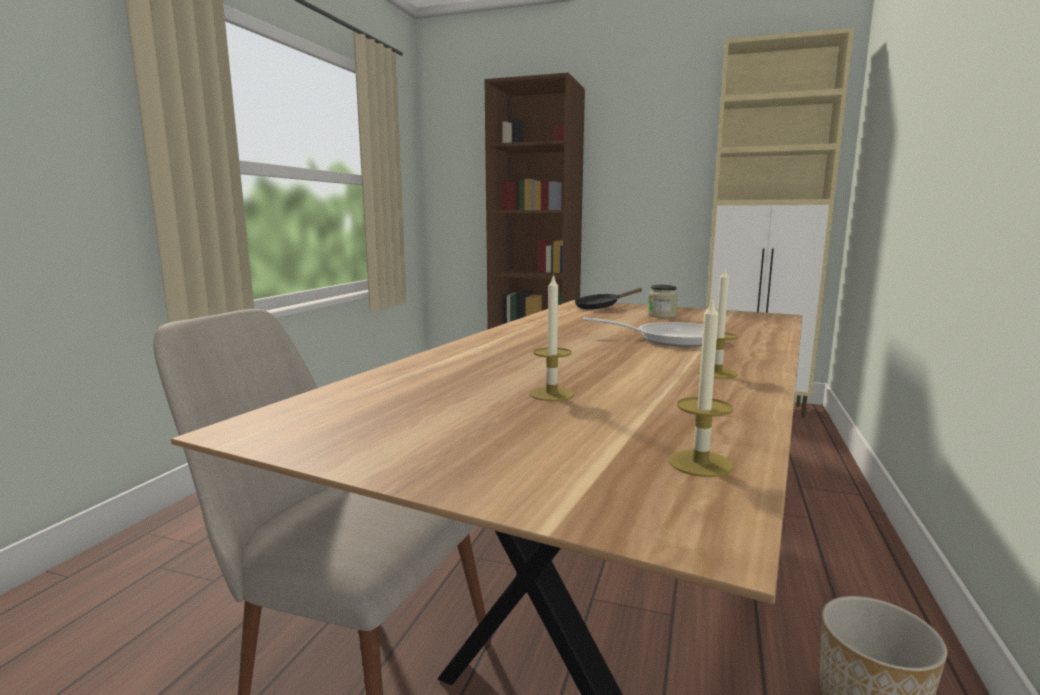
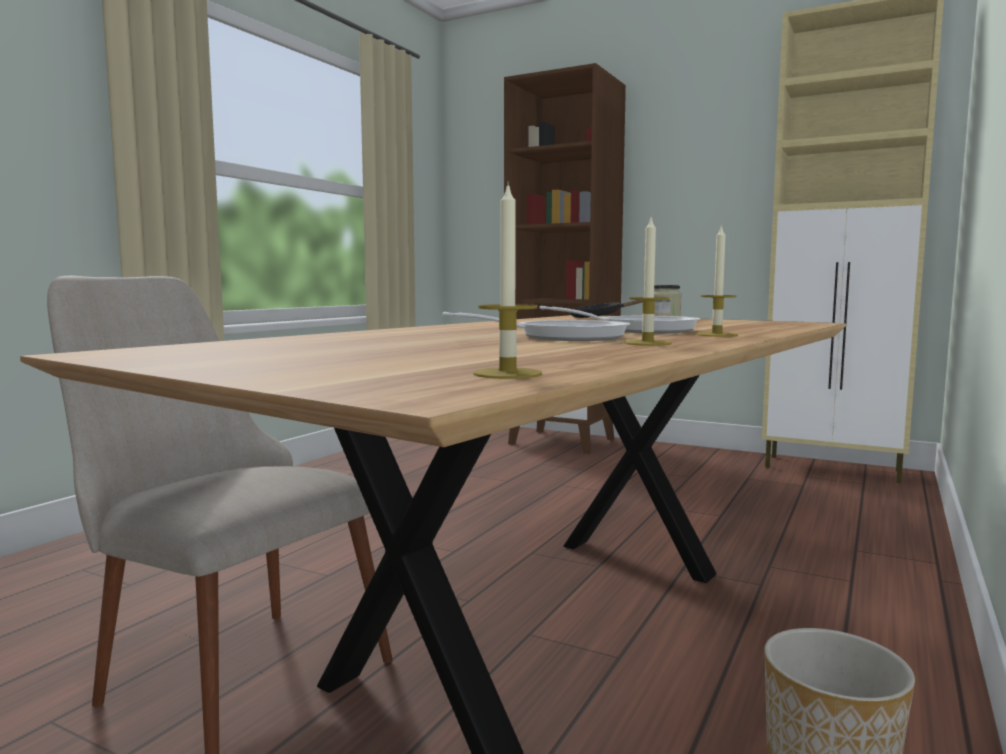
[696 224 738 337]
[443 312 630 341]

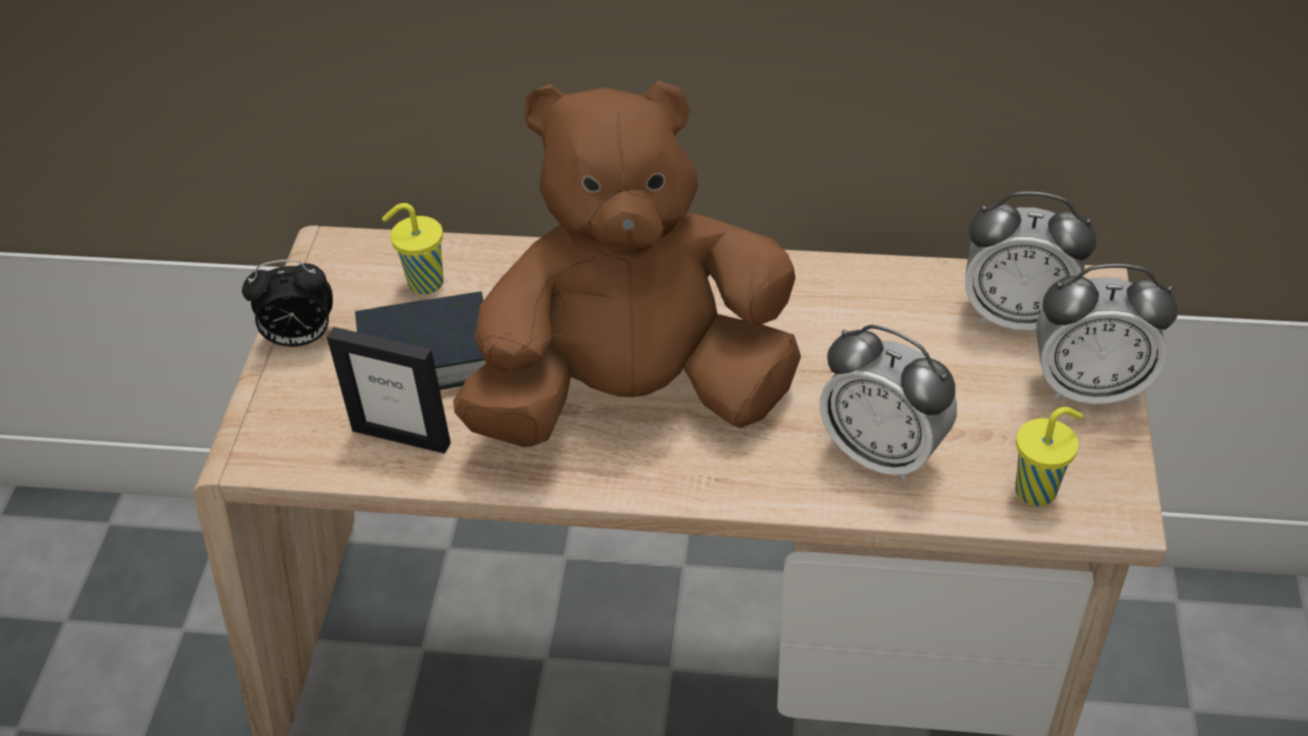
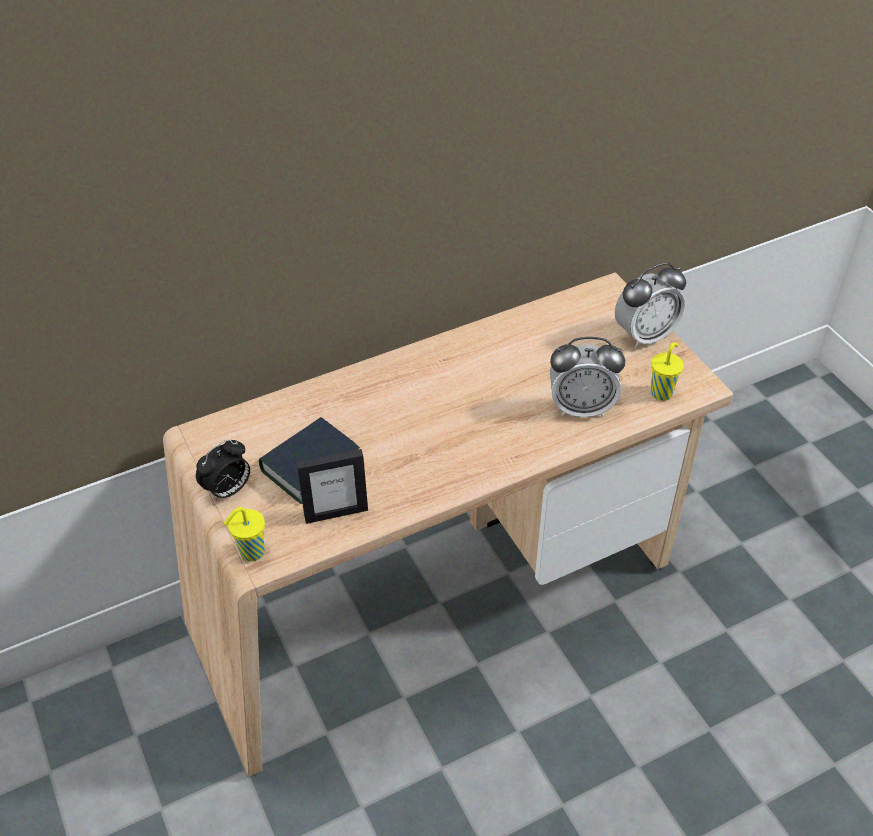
[224 507 265 561]
[453 81 801 447] (first image)
[965 192 1097 331] (first image)

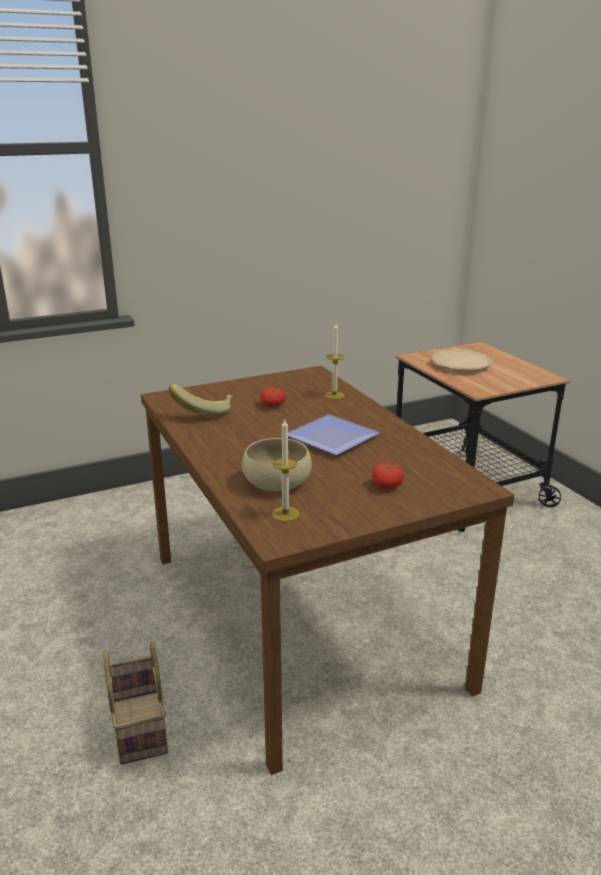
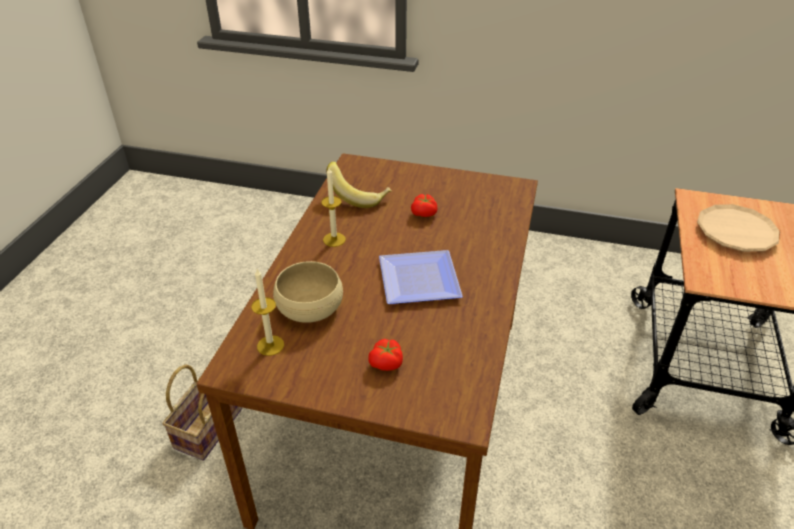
[321 168 346 247]

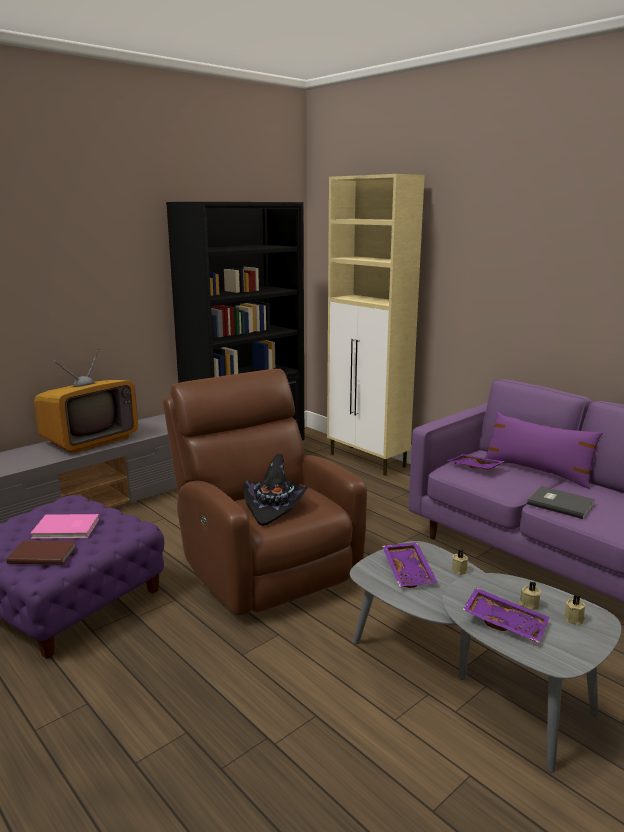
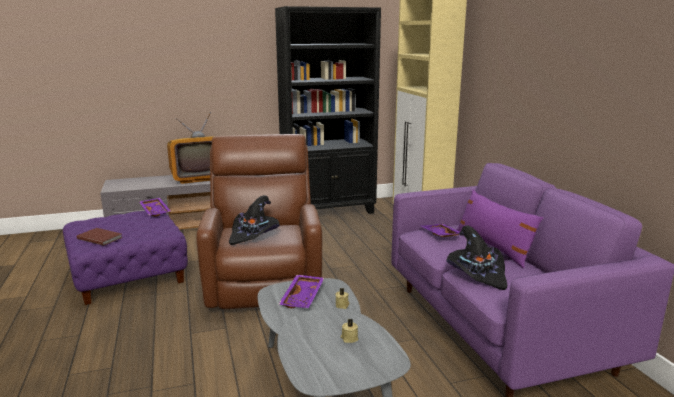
[30 514 99 539] (first image)
[139 198 171 217]
[446 225 507 290]
[565 595 586 626] (first image)

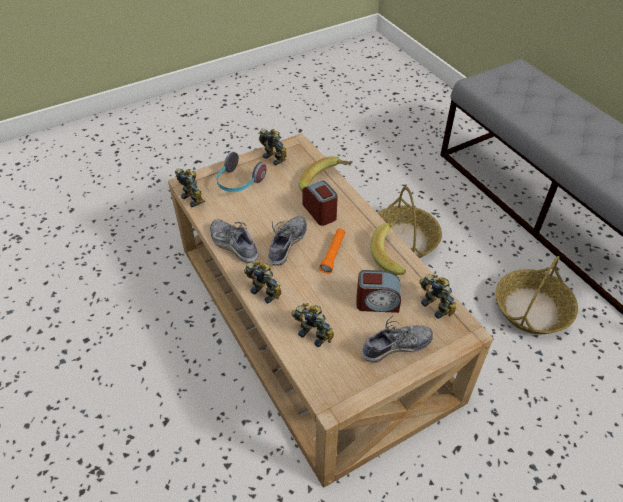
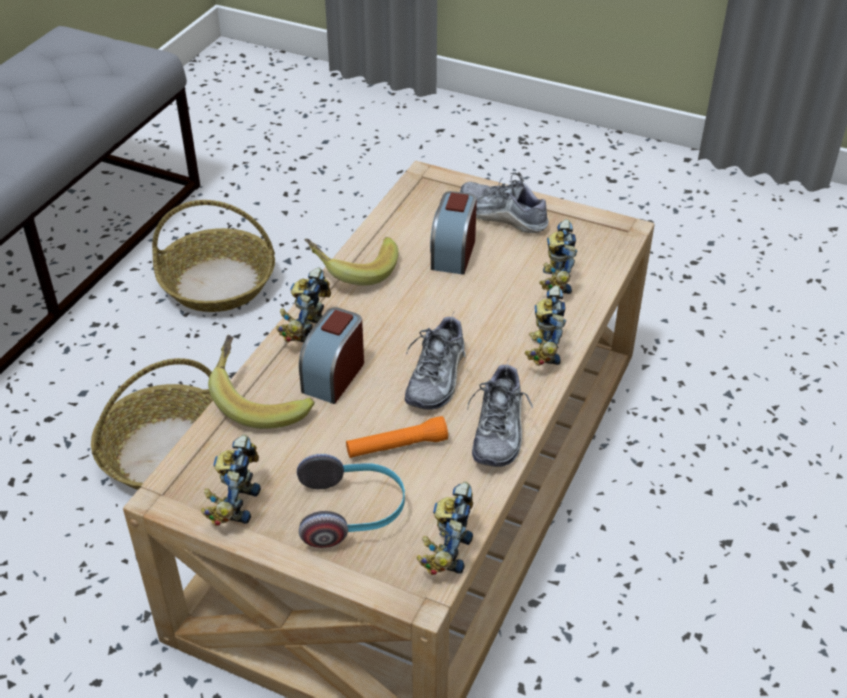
[405 315 466 410]
[346 416 448 458]
[430 191 477 275]
[276 268 331 342]

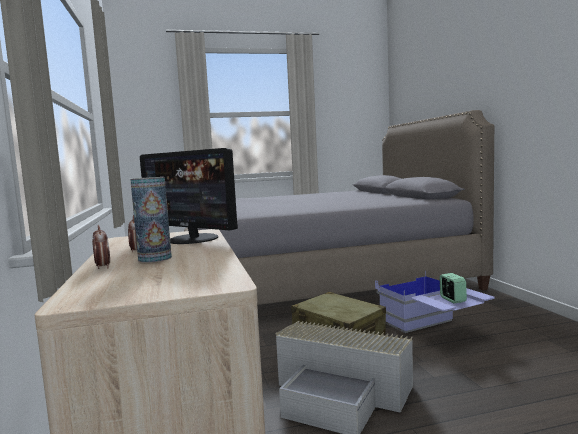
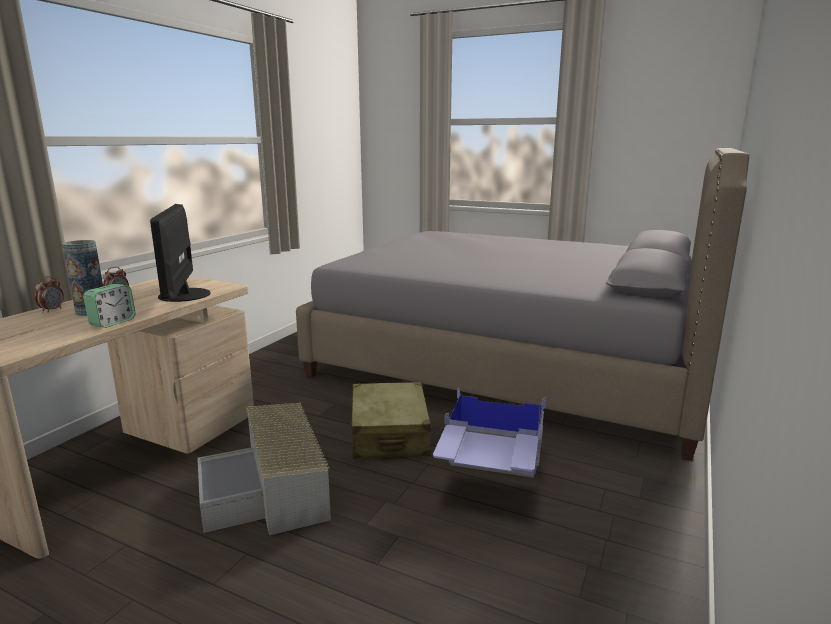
[83 284 136 328]

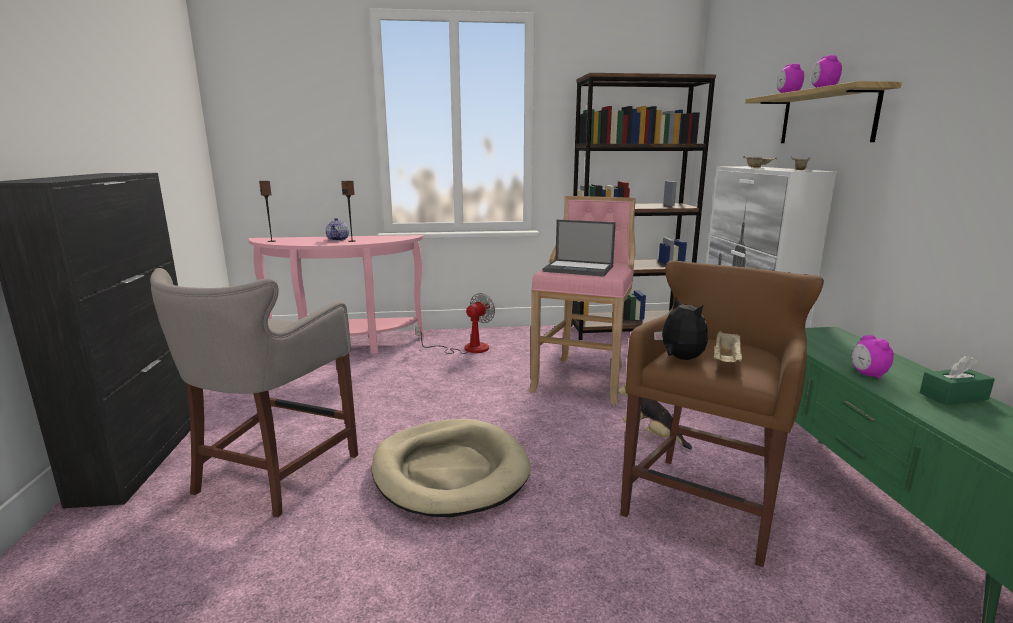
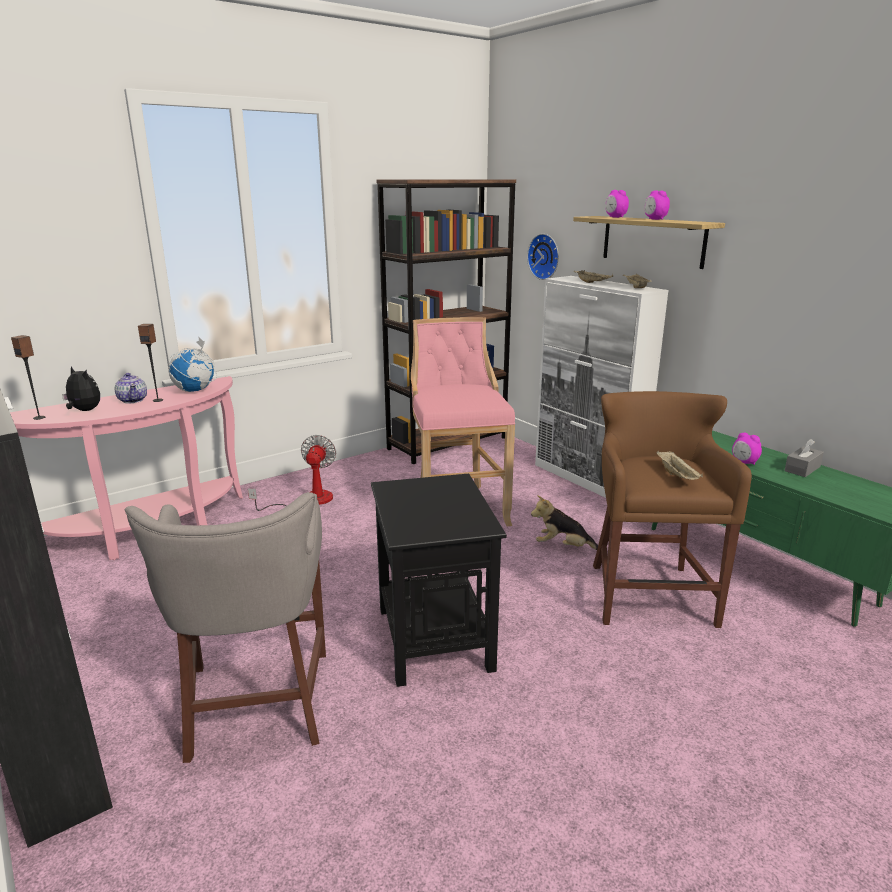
[371 474 507 687]
[543 220 616 277] (first image)
[62 366 100 411]
[784 439 824 477]
[168 336 217 392]
[527 234 559 280]

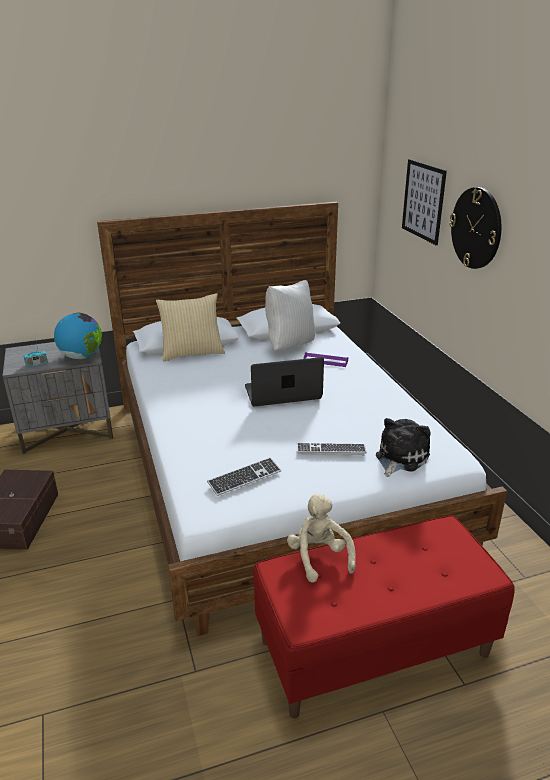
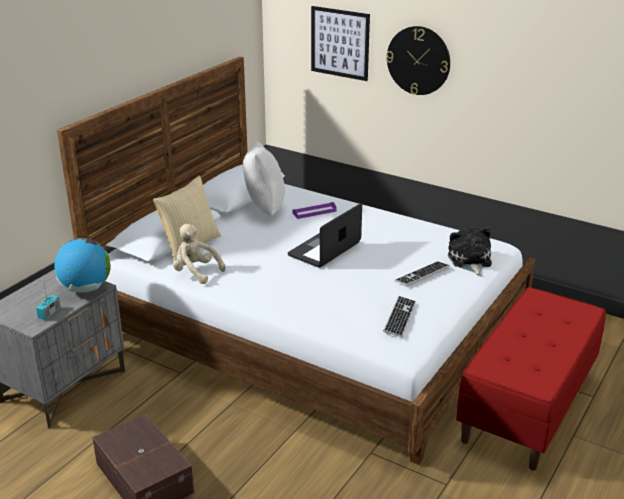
[173 224 226 284]

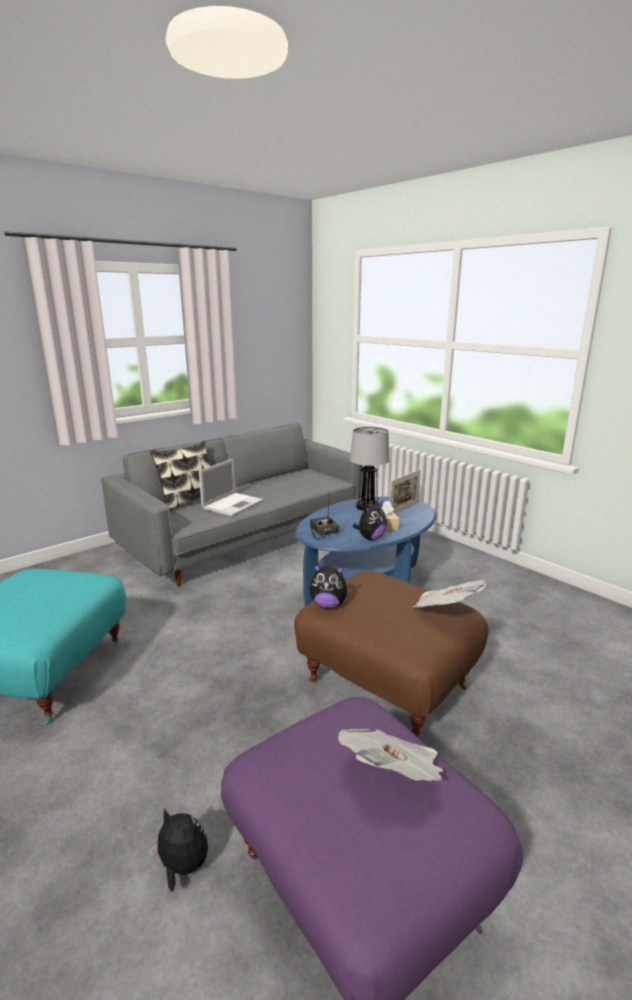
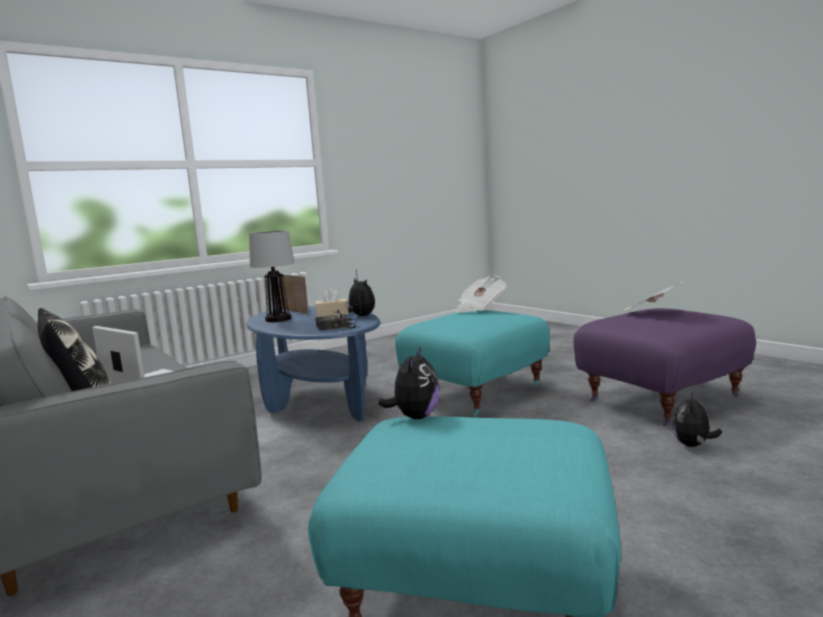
[395 310 550 417]
[379 346 440 419]

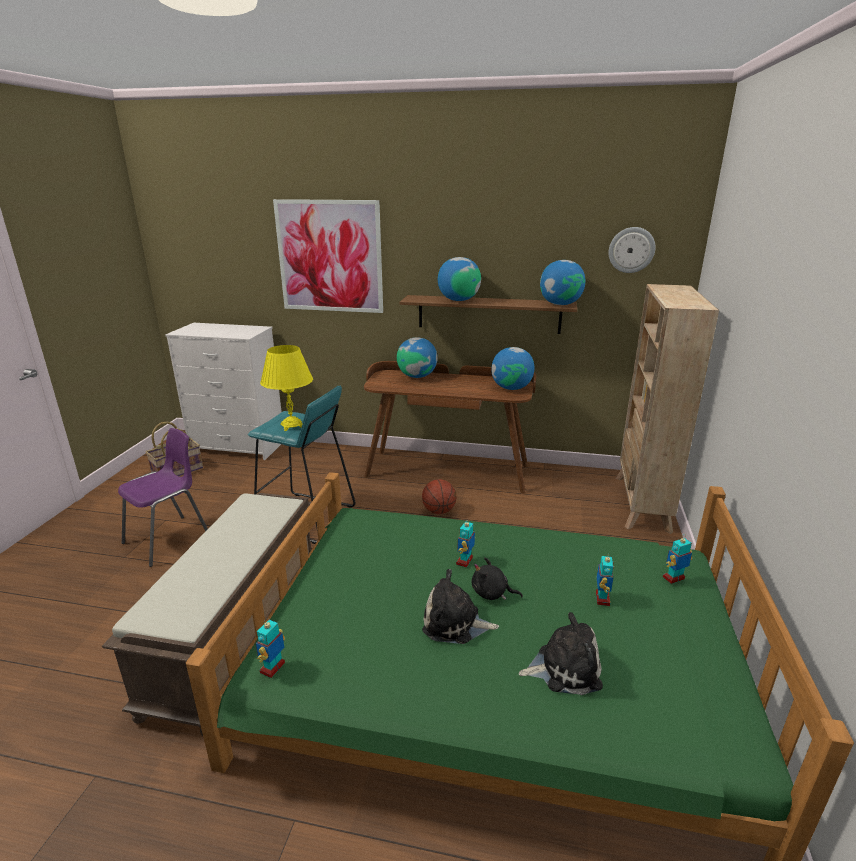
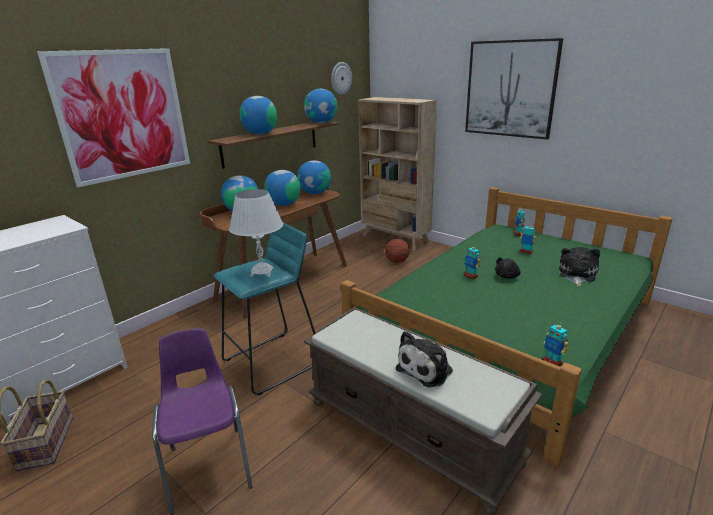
[229 189 283 277]
[385 239 410 263]
[396 331 453 388]
[264 170 301 206]
[465 38 563 140]

